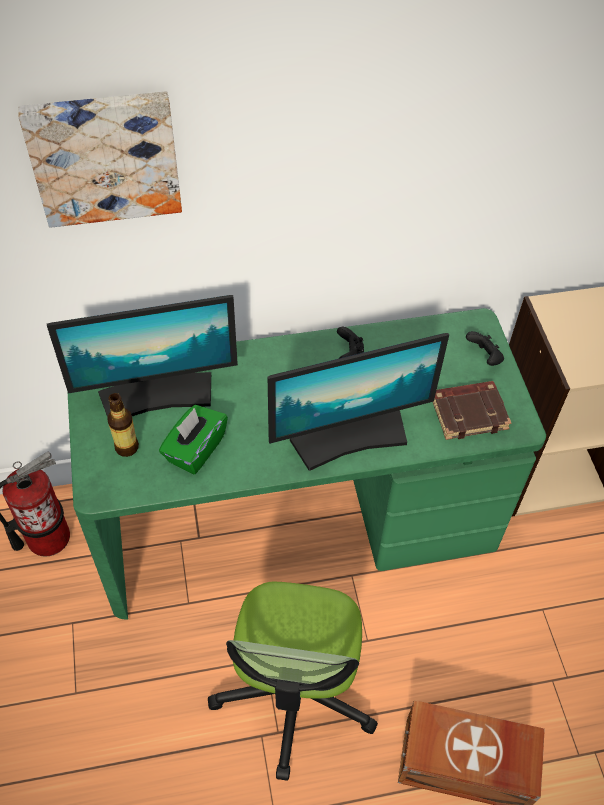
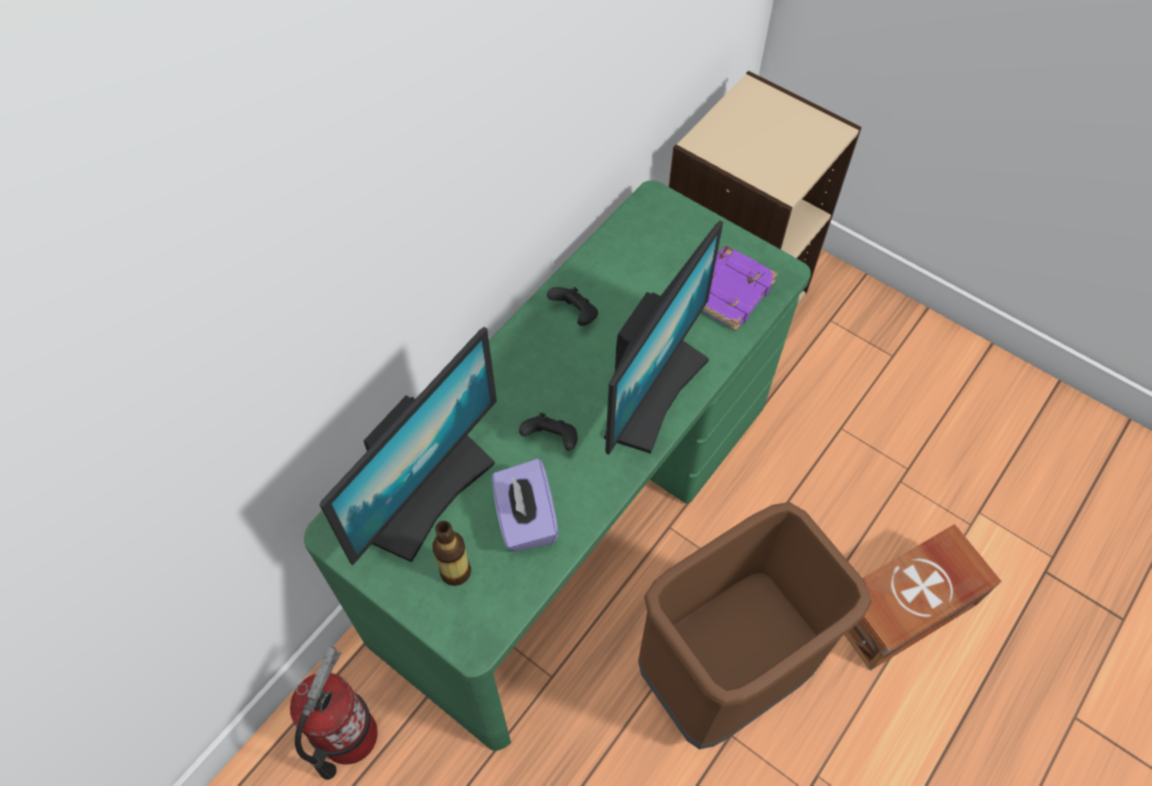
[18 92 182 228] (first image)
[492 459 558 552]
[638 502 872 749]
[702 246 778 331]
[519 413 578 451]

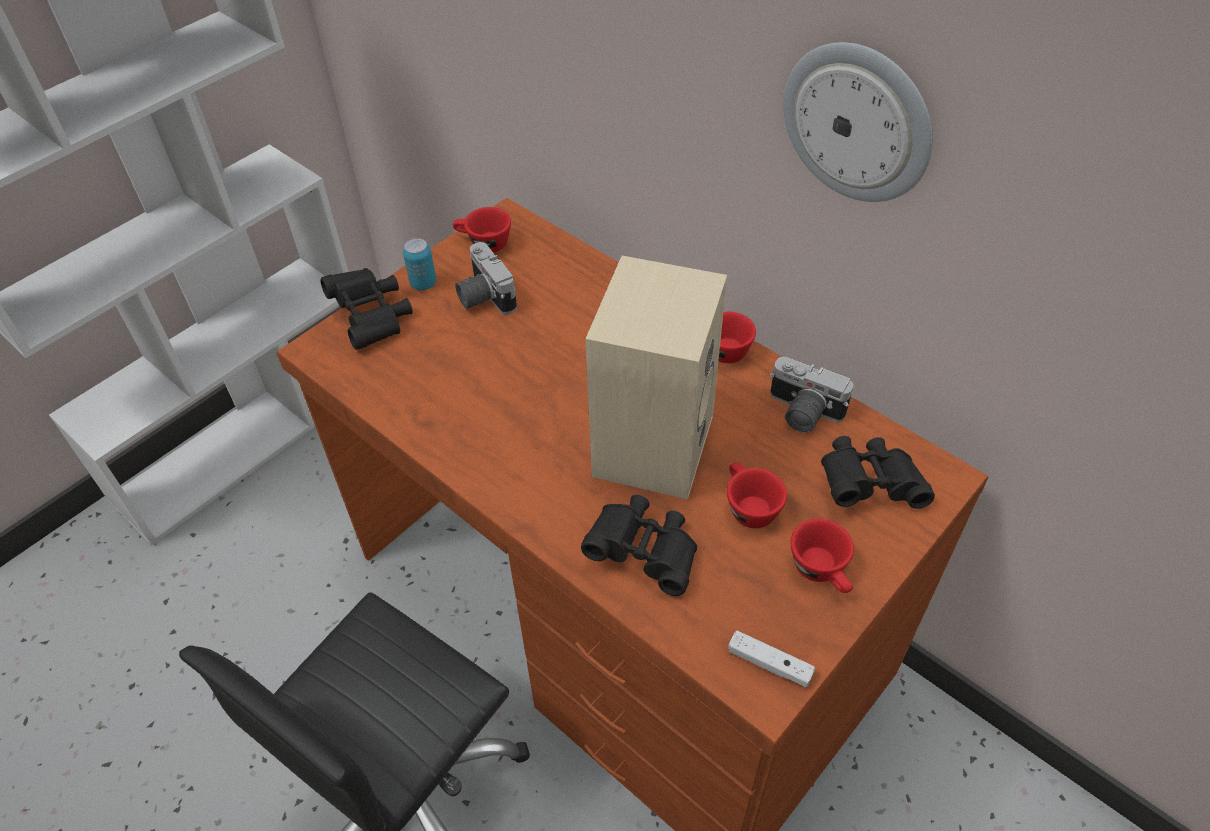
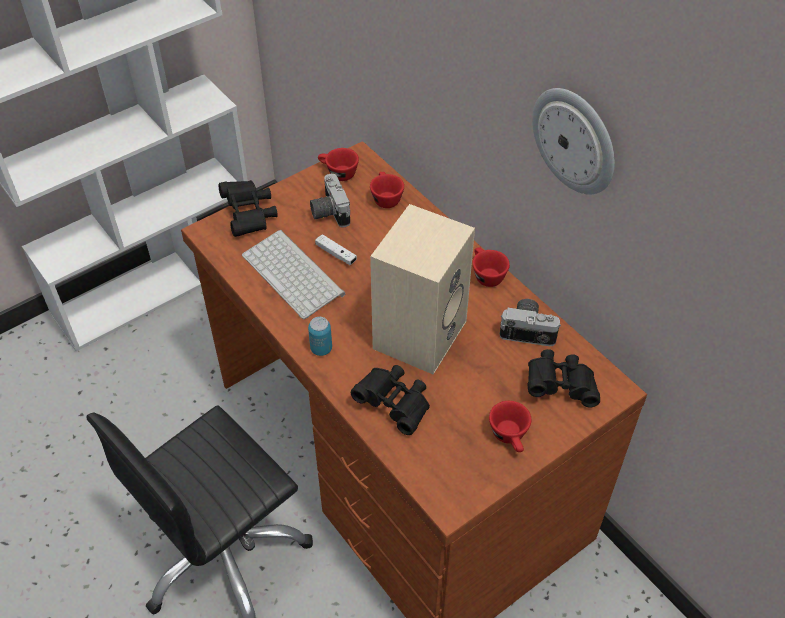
[308 317 332 356]
[370 172 404 208]
[315 234 357 265]
[500 299 561 346]
[242 230 345 319]

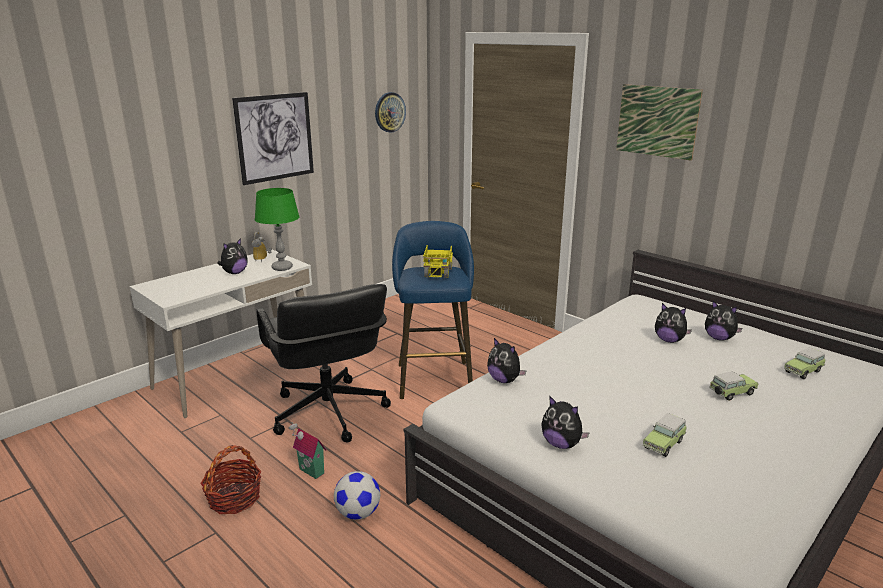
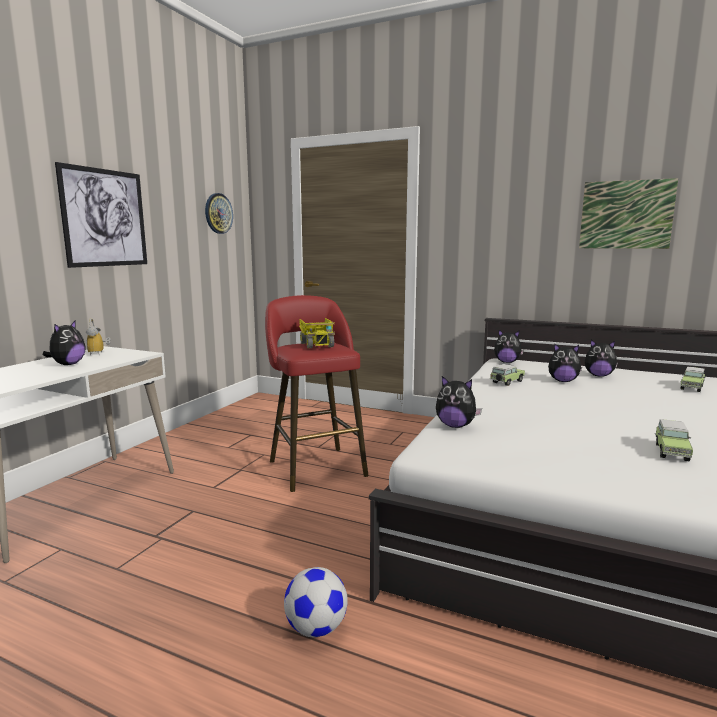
[200 445 261 514] (first image)
[255 188 300 271] (first image)
[256 284 391 442] (first image)
[289 422 327 479] (first image)
[265 295 369 492]
[494 330 524 363]
[579 178 678 249]
[490 364 525 386]

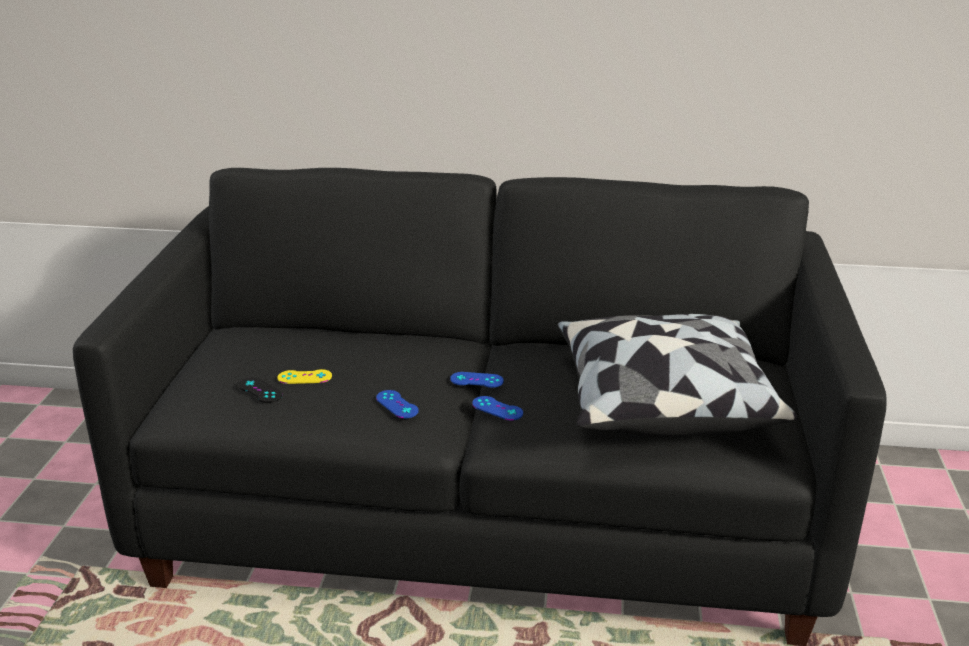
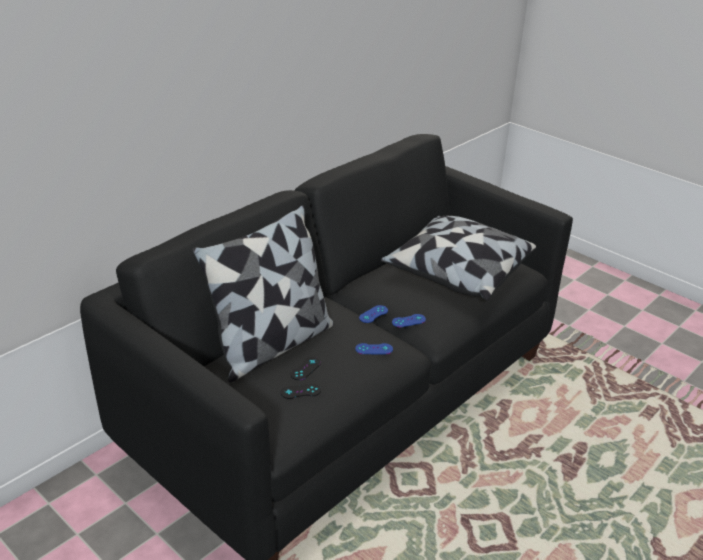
[290 357 321 380]
[192 205 334 383]

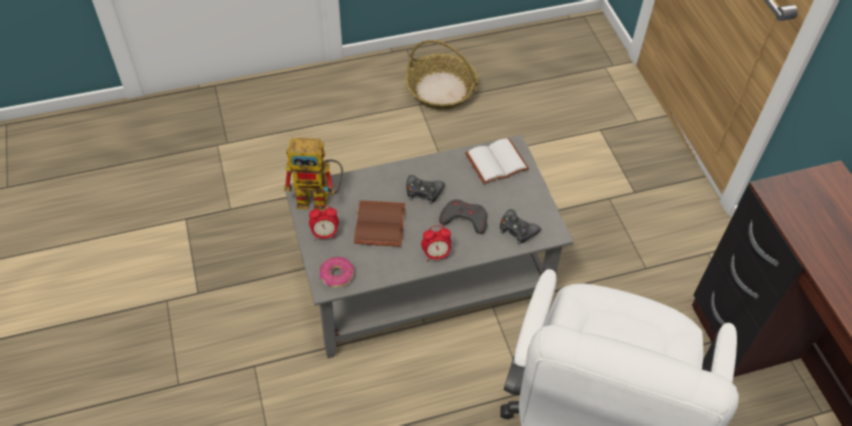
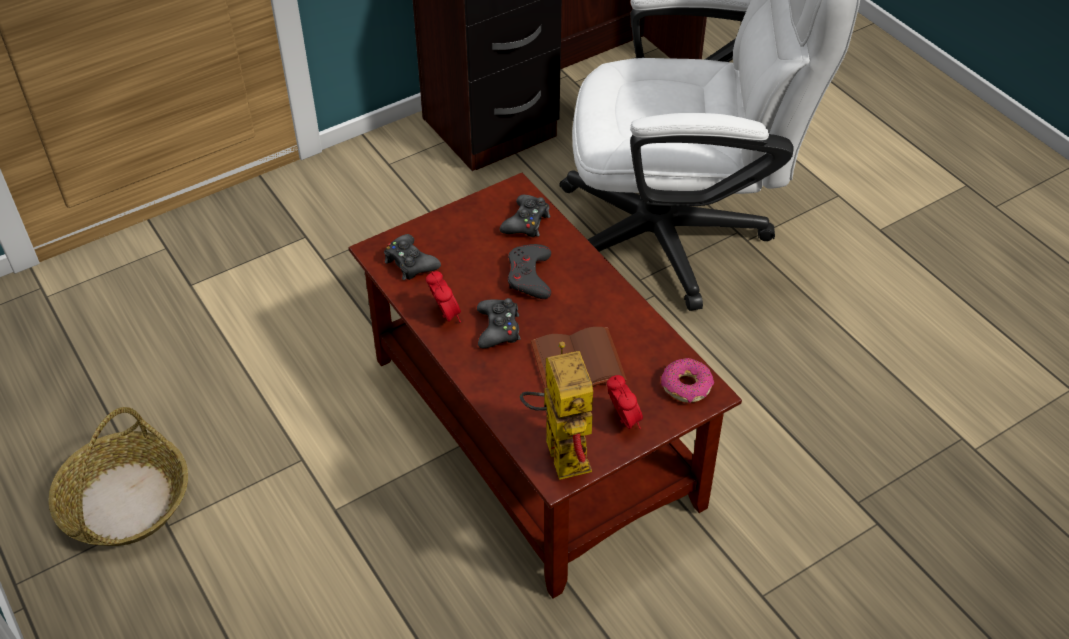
[349 173 742 598]
[426 271 461 322]
[384 234 441 280]

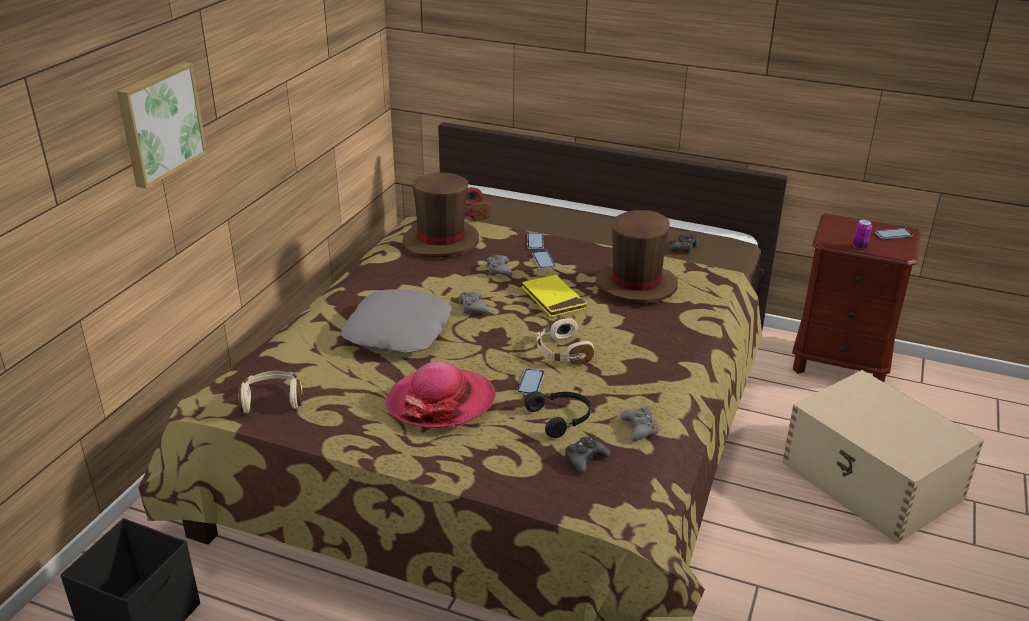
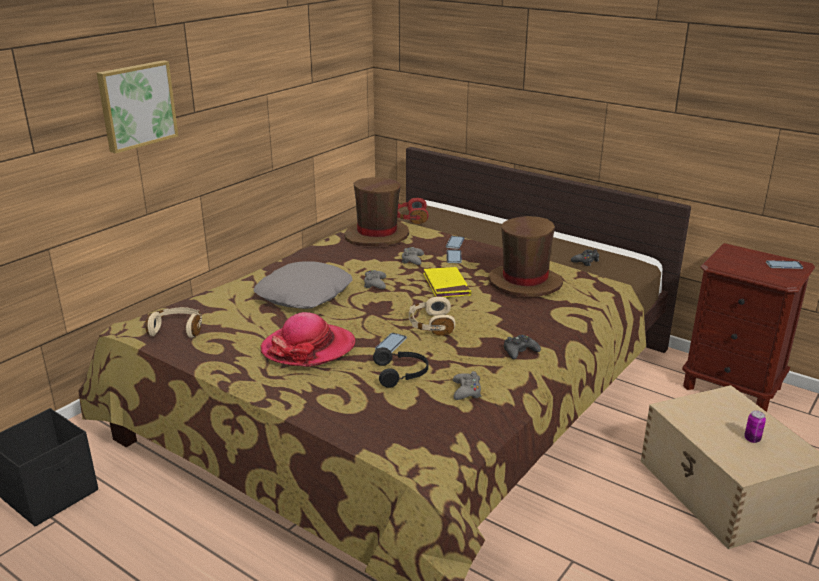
[504 334 541 359]
[744 410 766 443]

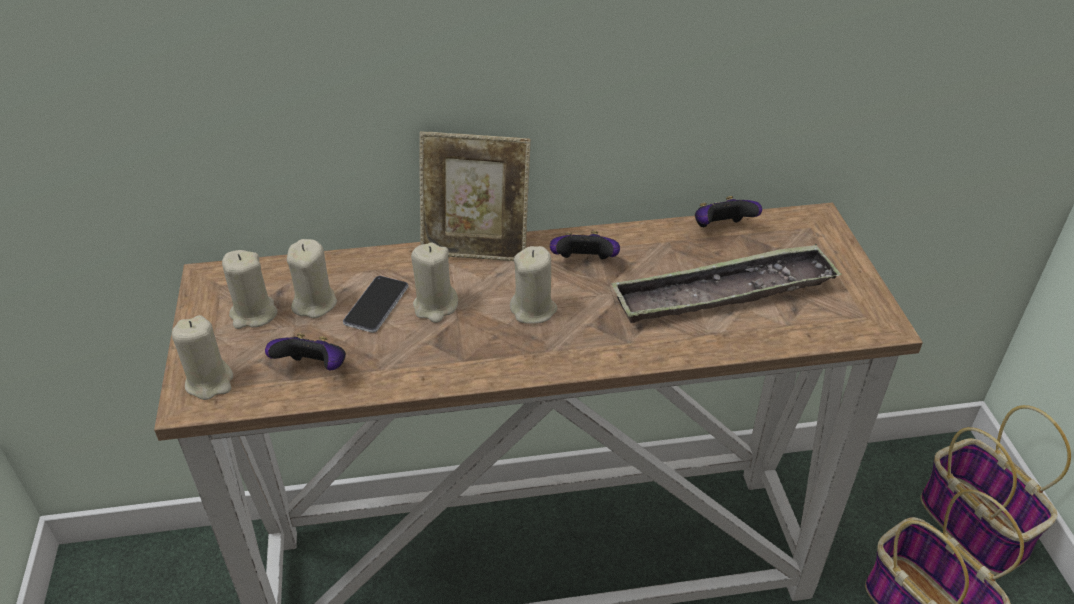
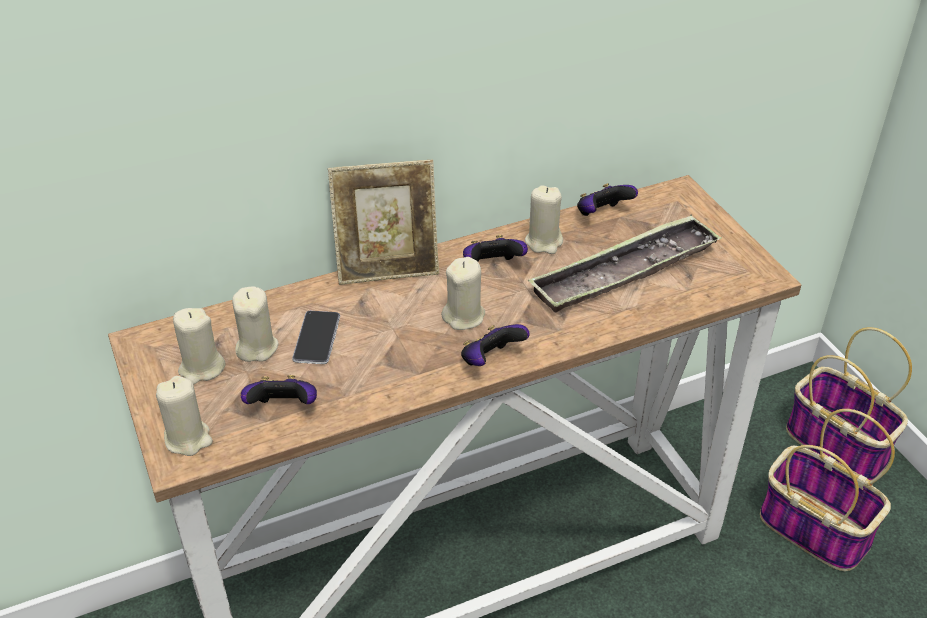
[525 185 563 254]
[461 324 530 366]

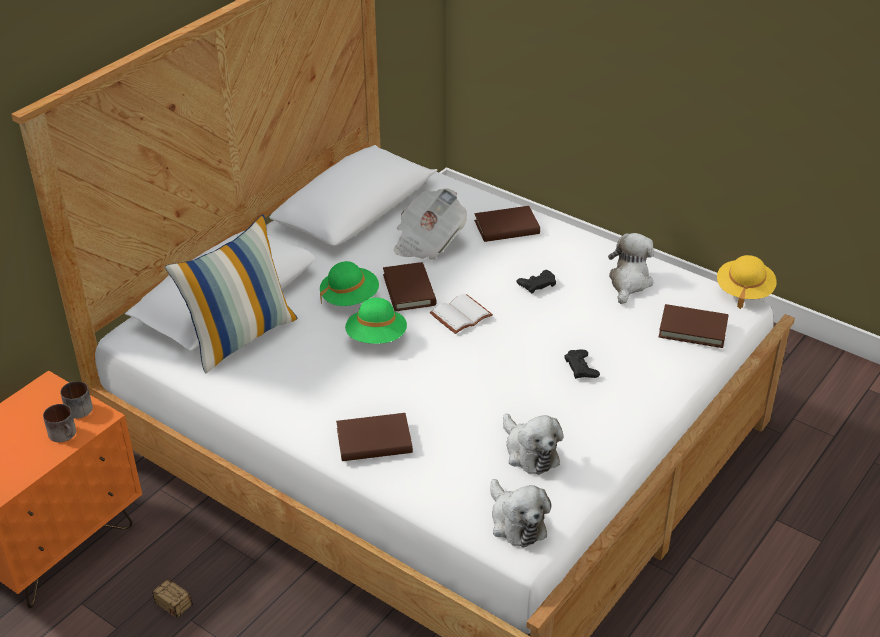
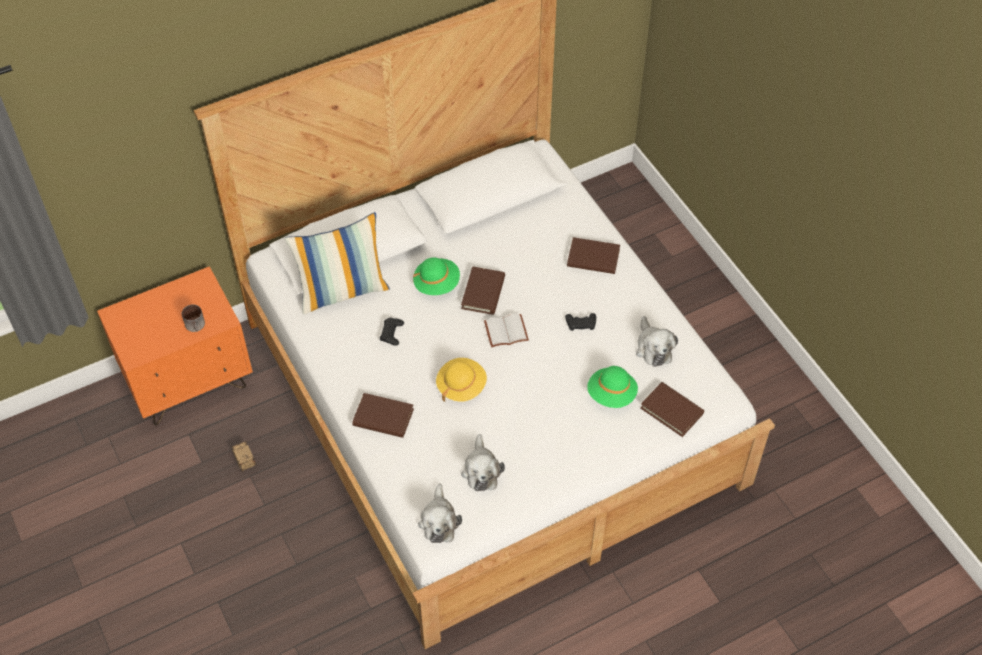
[60 381 93 419] (first image)
[587 366 638 408]
[394 188 467 260] (first image)
[380 318 404 346]
[636 316 678 367]
[436 358 487 402]

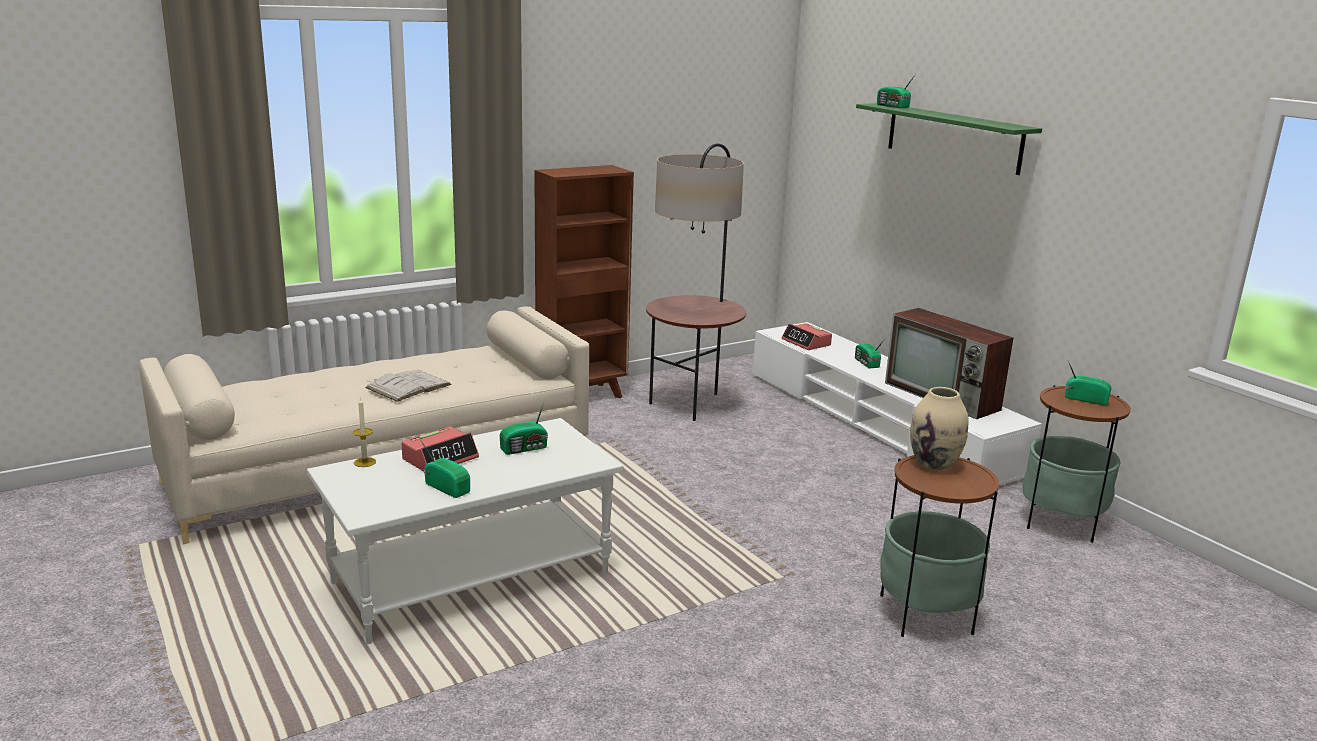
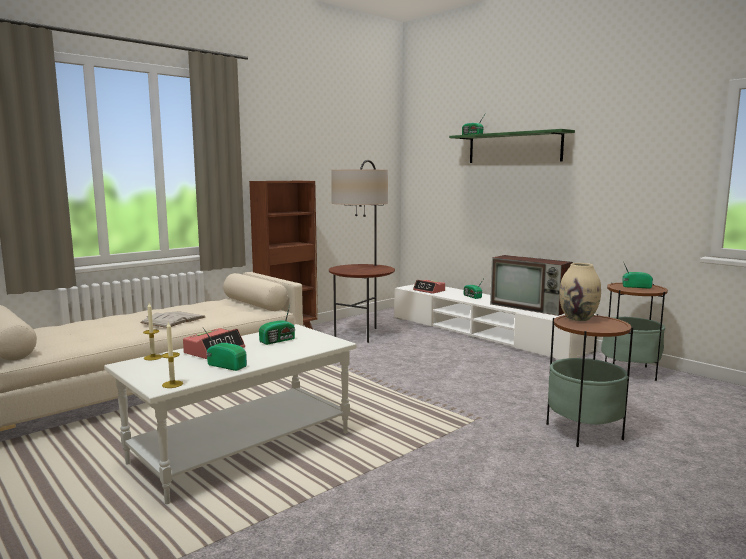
[162 321 183 388]

